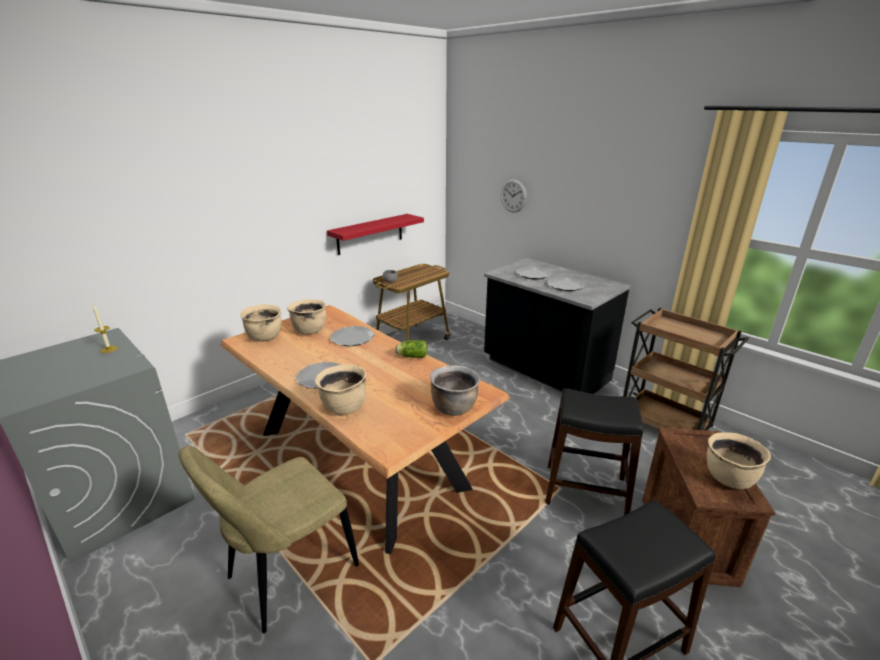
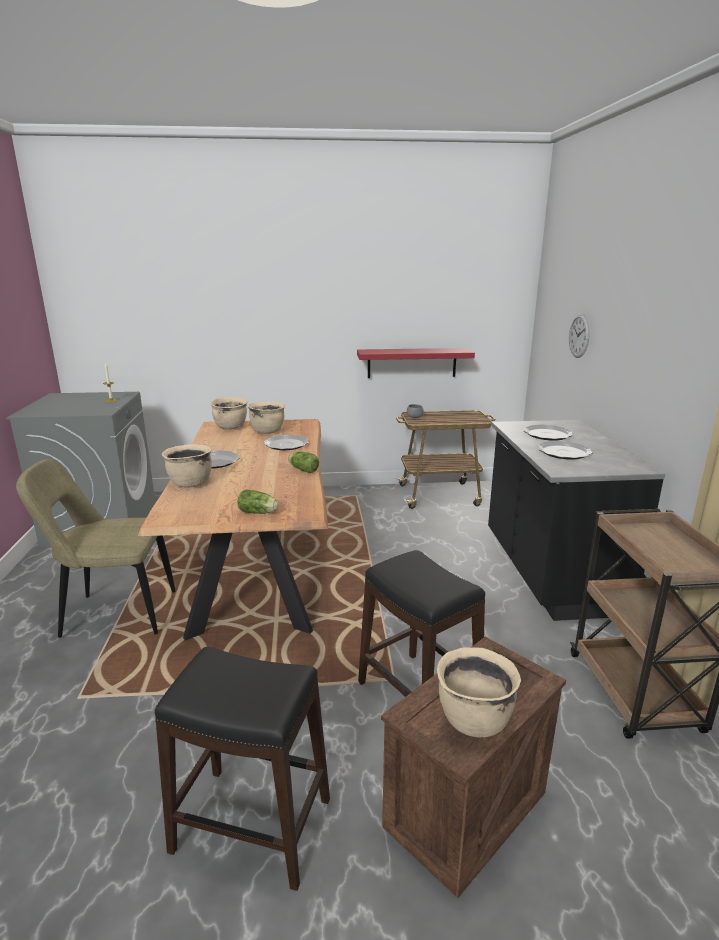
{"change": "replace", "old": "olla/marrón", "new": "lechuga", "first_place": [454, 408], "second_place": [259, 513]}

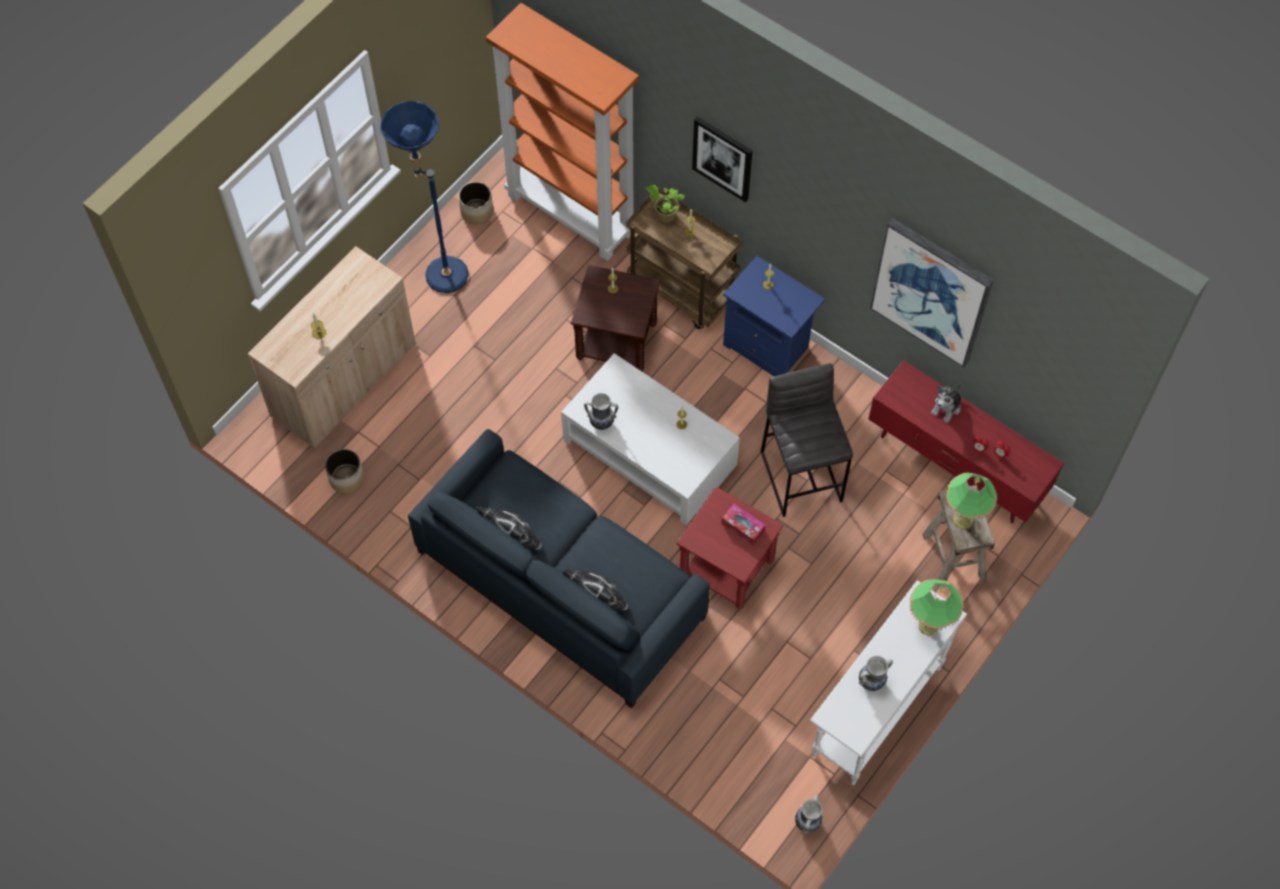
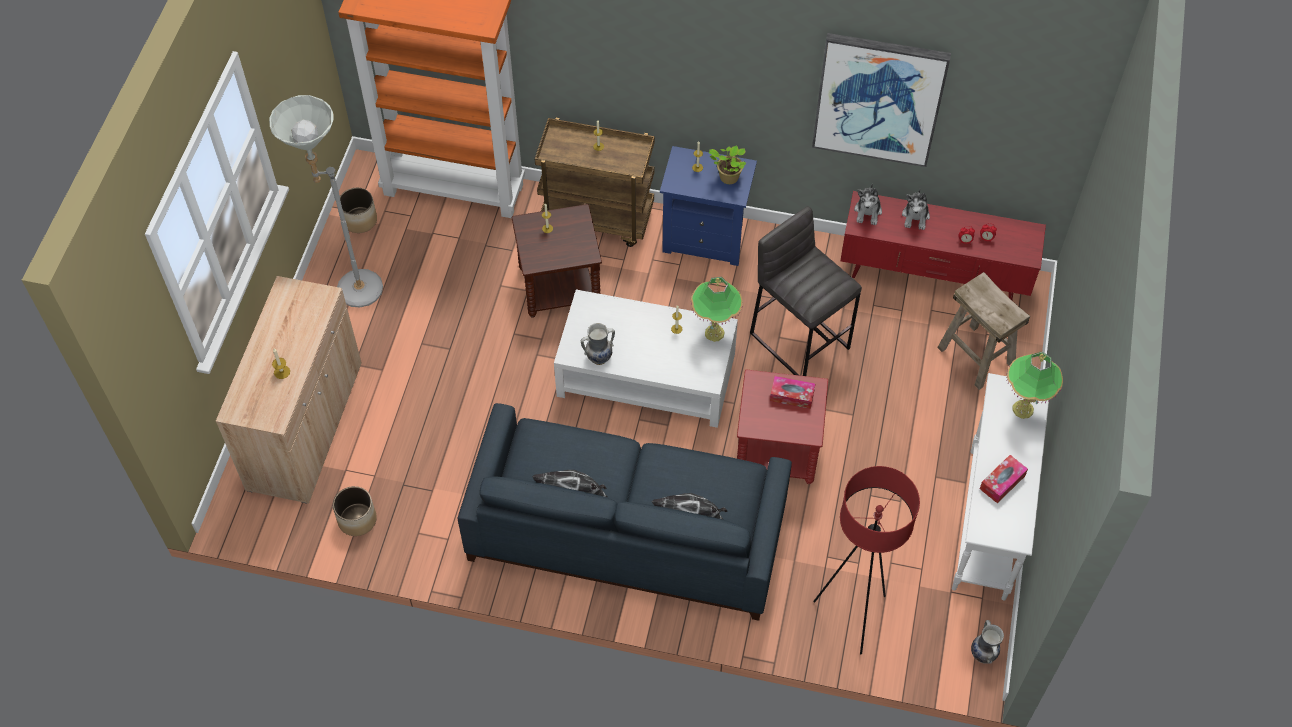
{"change": "recolor", "old": "lámpara de pie/azul", "new": "lámpara de pie/gris", "first_place": [438, 272], "second_place": [349, 289]}
{"change": "move", "old": "planta en maceta", "first_place": [665, 215], "second_place": [727, 177]}
{"change": "delete", "old": "cuadro", "first_place": [723, 158]}
{"change": "replace", "old": "florero", "new": "caja de pañuelos", "first_place": [871, 682], "second_place": [1002, 482]}
{"change": "move", "old": "lámpara de mesa", "first_place": [963, 519], "second_place": [714, 333]}
{"change": "insert", "new": "lámpara de pie/rojo", "second_place": [852, 616]}
{"change": "insert", "new": "peluche", "second_place": [868, 212]}

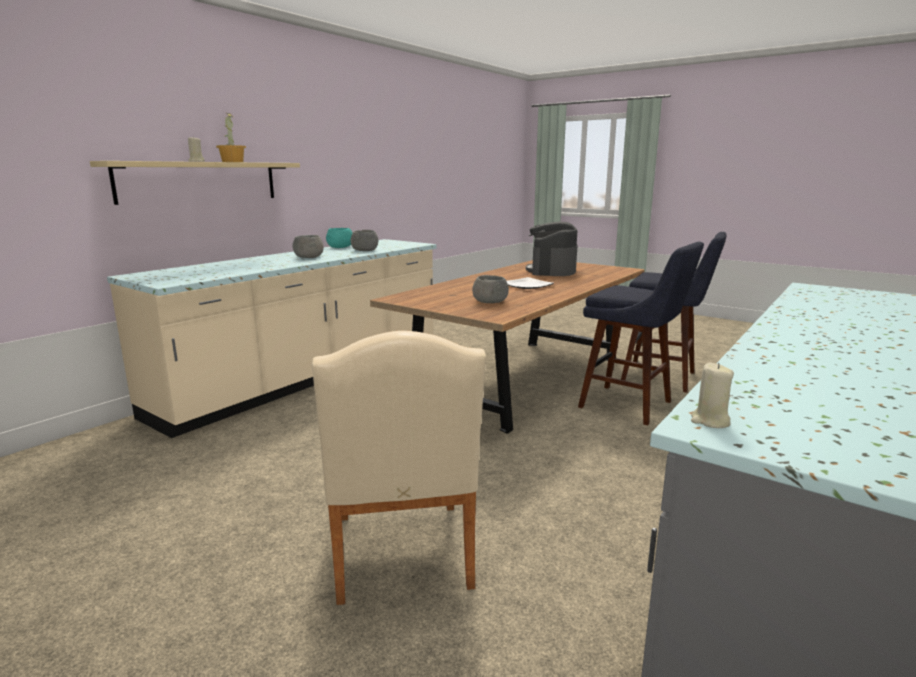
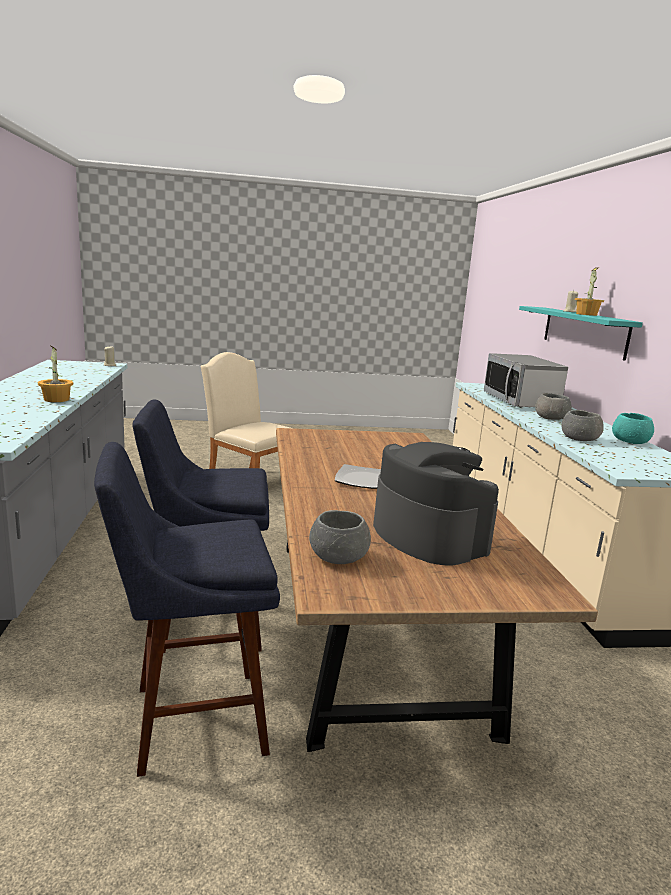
{"change": "recolor", "old": "estante/beis", "new": "estante/turquesa", "first_place": [200, 181], "second_place": [583, 331]}
{"change": "move", "old": "cuenco/gris", "first_place": [490, 301], "second_place": [339, 557]}
{"change": "insert", "new": "planta en maceta", "second_place": [56, 399]}
{"change": "insert", "new": "microondas", "second_place": [520, 402]}

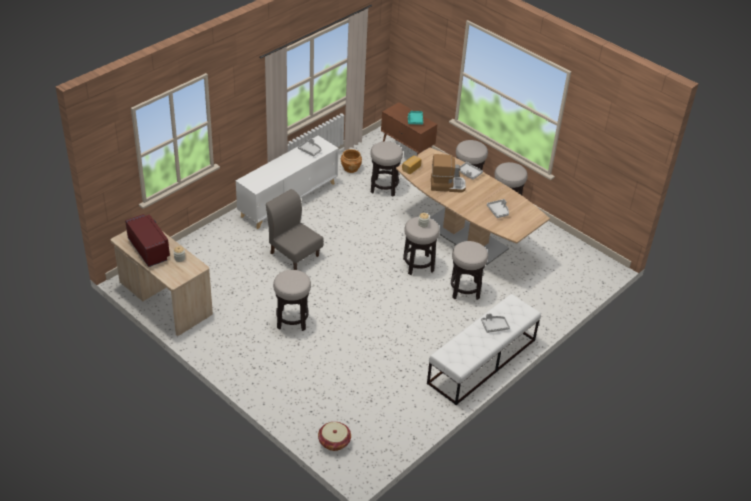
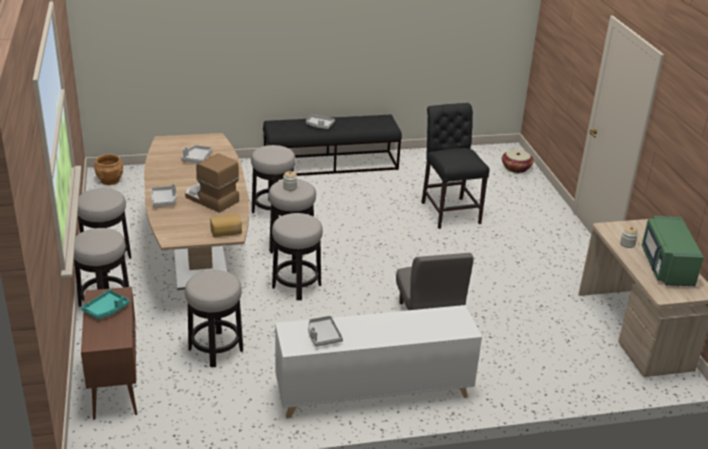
{"change": "recolor", "old": "microondas/rojo", "new": "microondas/verde", "first_place": [149, 249], "second_place": [666, 266]}
{"change": "move", "old": "taburete", "first_place": [292, 320], "second_place": [296, 286]}
{"change": "move", "old": "maceta/marrón", "first_place": [350, 168], "second_place": [110, 180]}
{"change": "recolor", "old": "banco/blanco", "new": "banco/negro", "first_place": [481, 361], "second_place": [331, 164]}
{"change": "insert", "new": "silla/negro", "second_place": [449, 211]}

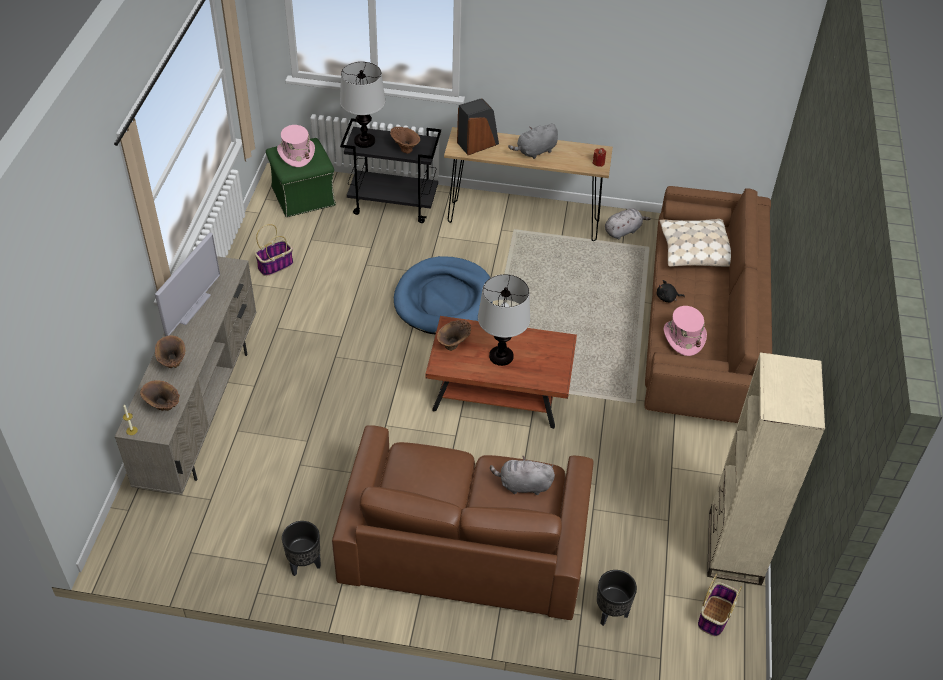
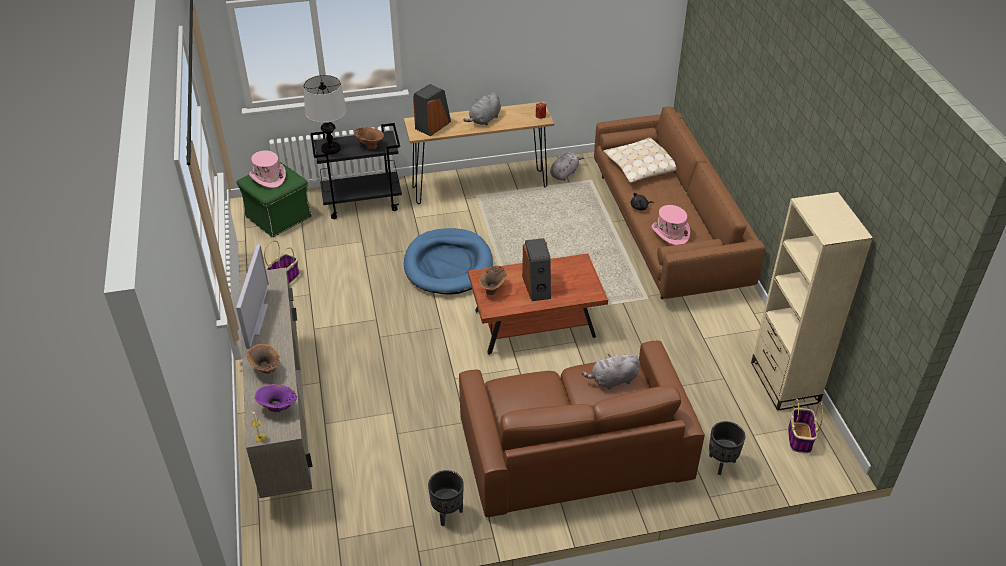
{"change": "recolor", "old": "florero/marrón", "new": "florero/morado", "first_place": [163, 408], "second_place": [278, 409]}
{"change": "replace", "old": "lámpara de mesa", "new": "altavoz", "first_place": [501, 356], "second_place": [537, 287]}

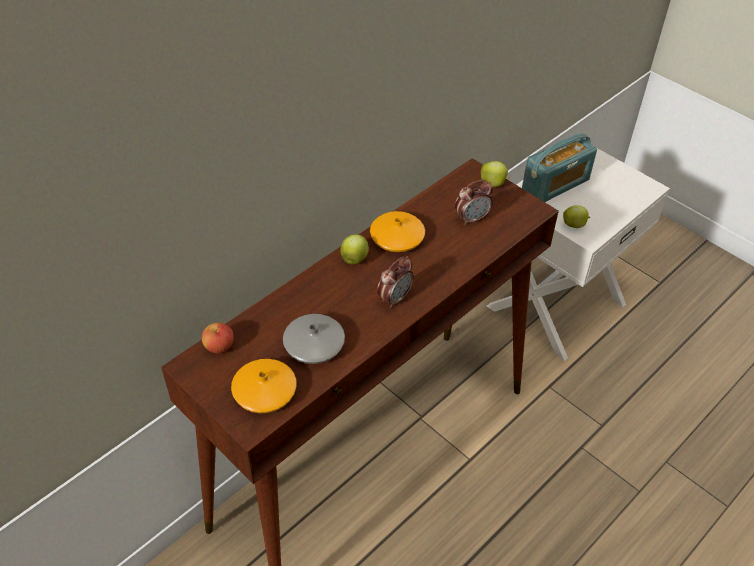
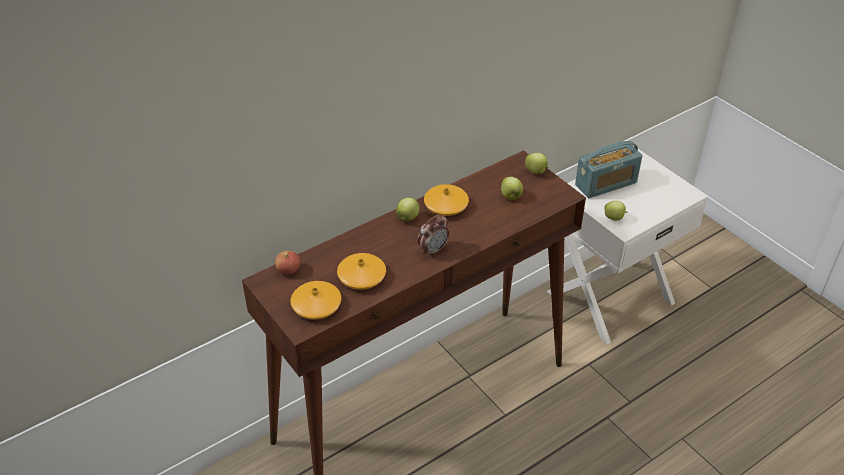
{"change": "recolor", "old": "florero/gris", "new": "florero/naranja", "first_place": [314, 344], "second_place": [362, 276]}
{"change": "replace", "old": "despertador", "new": "manzana", "first_place": [472, 219], "second_place": [511, 197]}

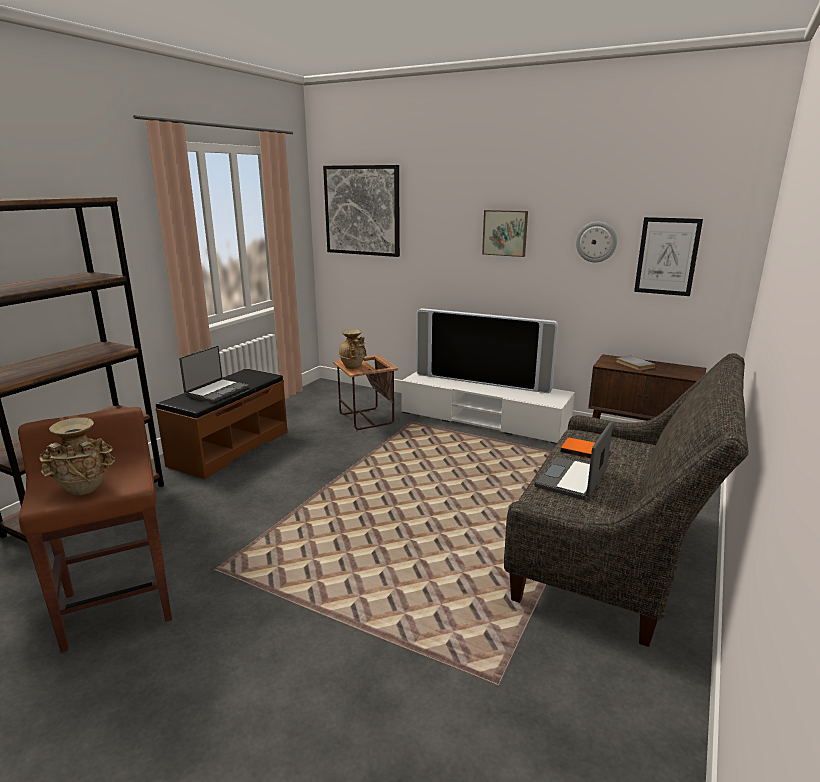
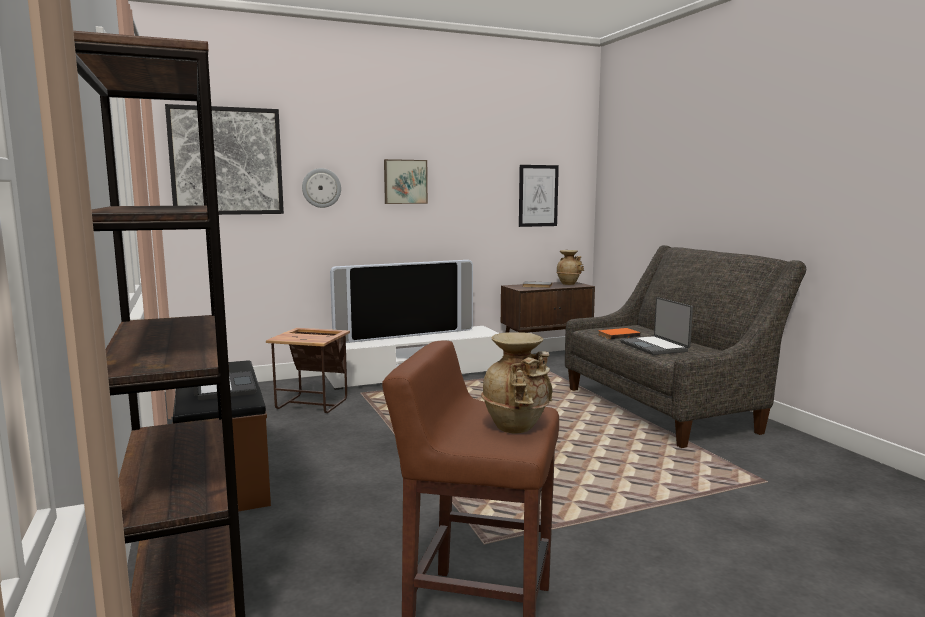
{"change": "move", "old": "florero/beis", "first_place": [353, 366], "second_place": [568, 283]}
{"change": "move", "old": "reloj de pared", "first_place": [596, 242], "second_place": [321, 188]}

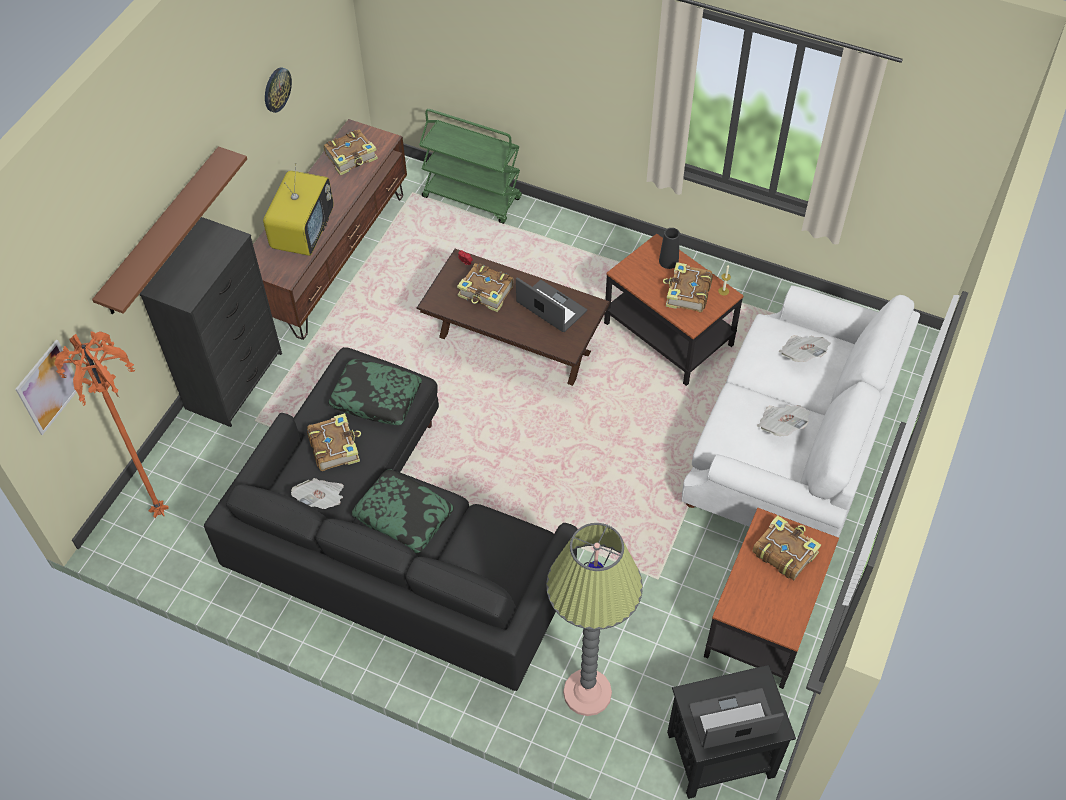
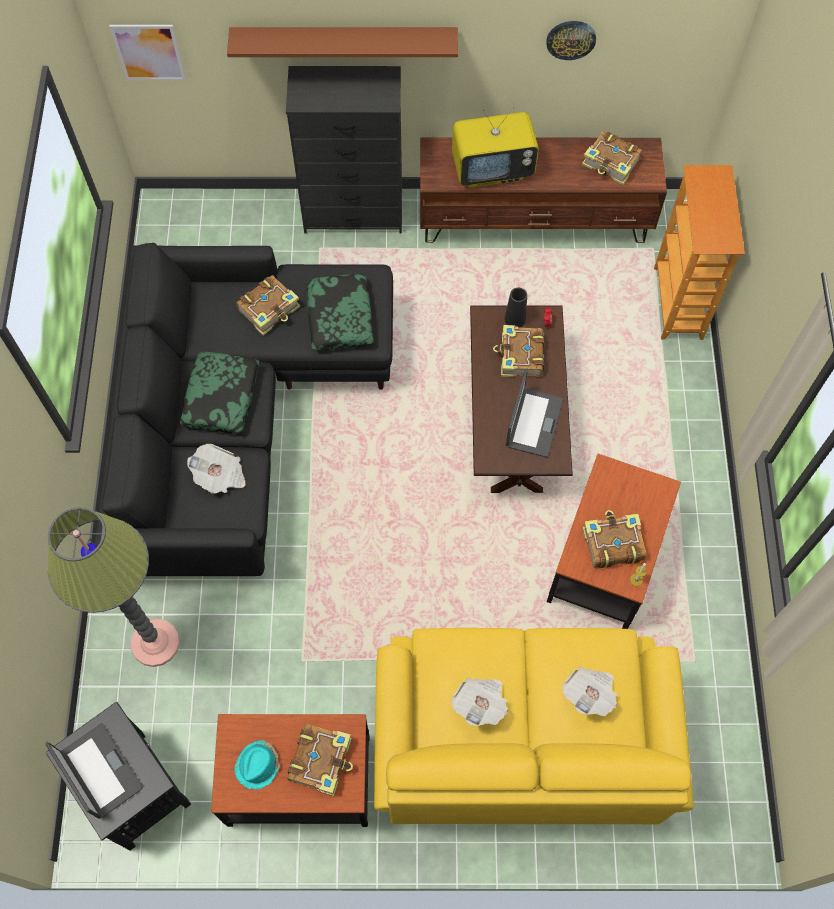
{"change": "delete", "old": "lámpara de pie/naranja", "first_place": [161, 510]}
{"change": "move", "old": "periódico", "first_place": [321, 500], "second_place": [220, 476]}
{"change": "replace", "old": "carrito/verde", "new": "estantería", "first_place": [472, 198], "second_place": [679, 303]}
{"change": "move", "old": "florero/negro", "first_place": [668, 261], "second_place": [515, 319]}
{"change": "recolor", "old": "sofá/blanco", "new": "sofá/amarillo", "first_place": [790, 447], "second_place": [520, 737]}
{"change": "insert", "new": "sombrero/turquesa", "second_place": [258, 766]}

